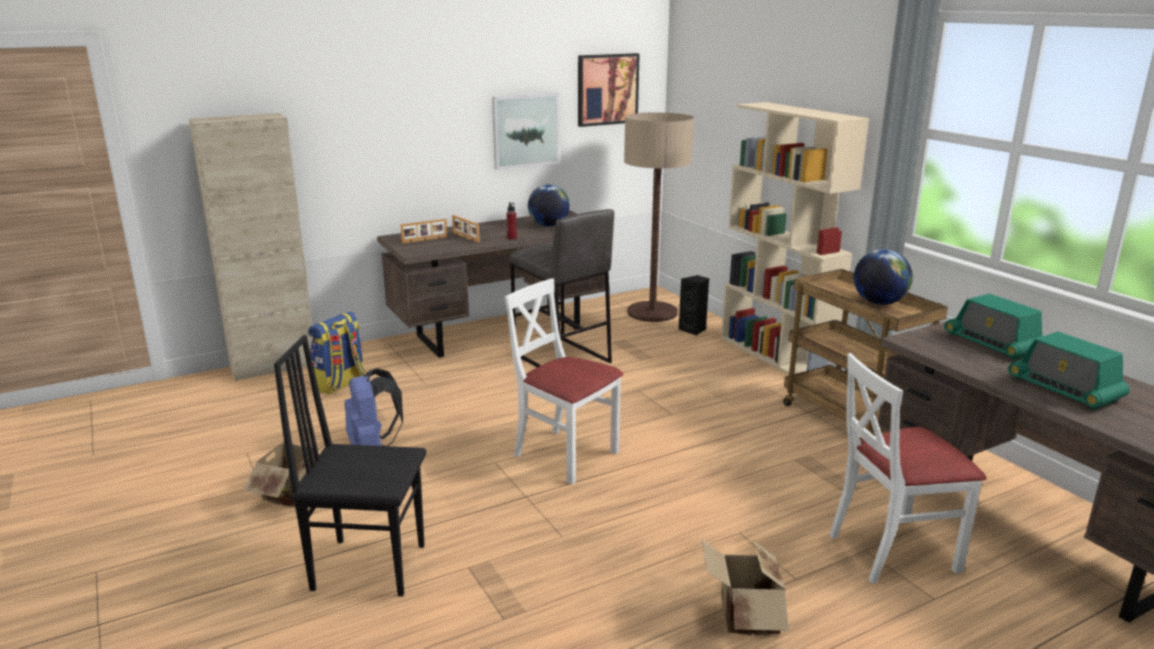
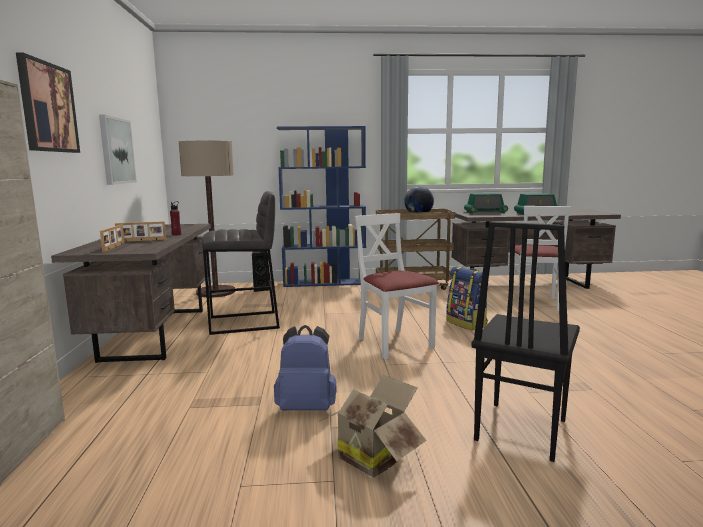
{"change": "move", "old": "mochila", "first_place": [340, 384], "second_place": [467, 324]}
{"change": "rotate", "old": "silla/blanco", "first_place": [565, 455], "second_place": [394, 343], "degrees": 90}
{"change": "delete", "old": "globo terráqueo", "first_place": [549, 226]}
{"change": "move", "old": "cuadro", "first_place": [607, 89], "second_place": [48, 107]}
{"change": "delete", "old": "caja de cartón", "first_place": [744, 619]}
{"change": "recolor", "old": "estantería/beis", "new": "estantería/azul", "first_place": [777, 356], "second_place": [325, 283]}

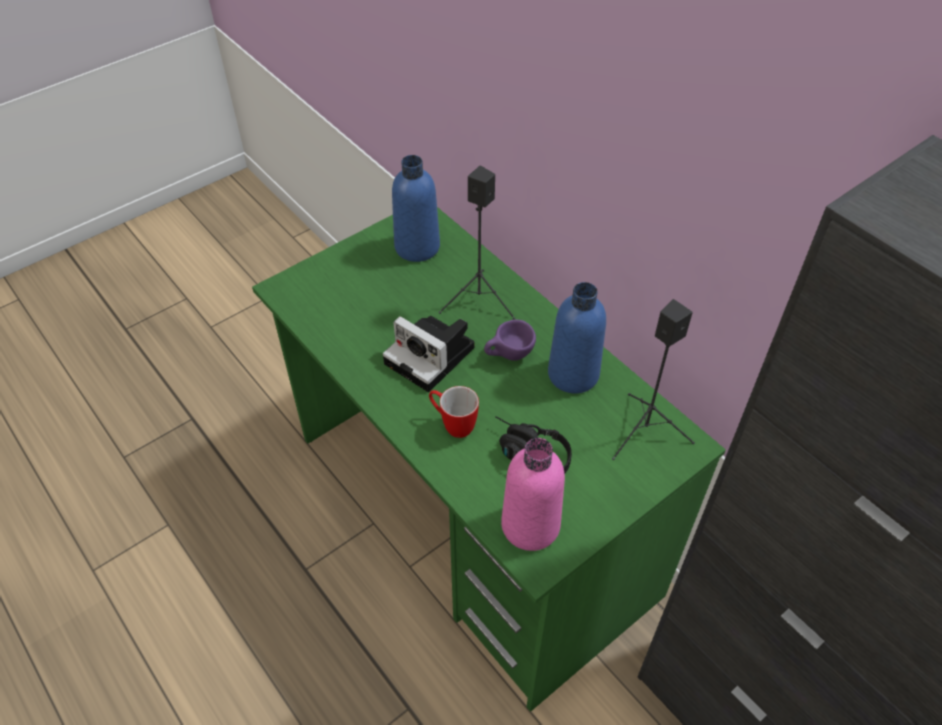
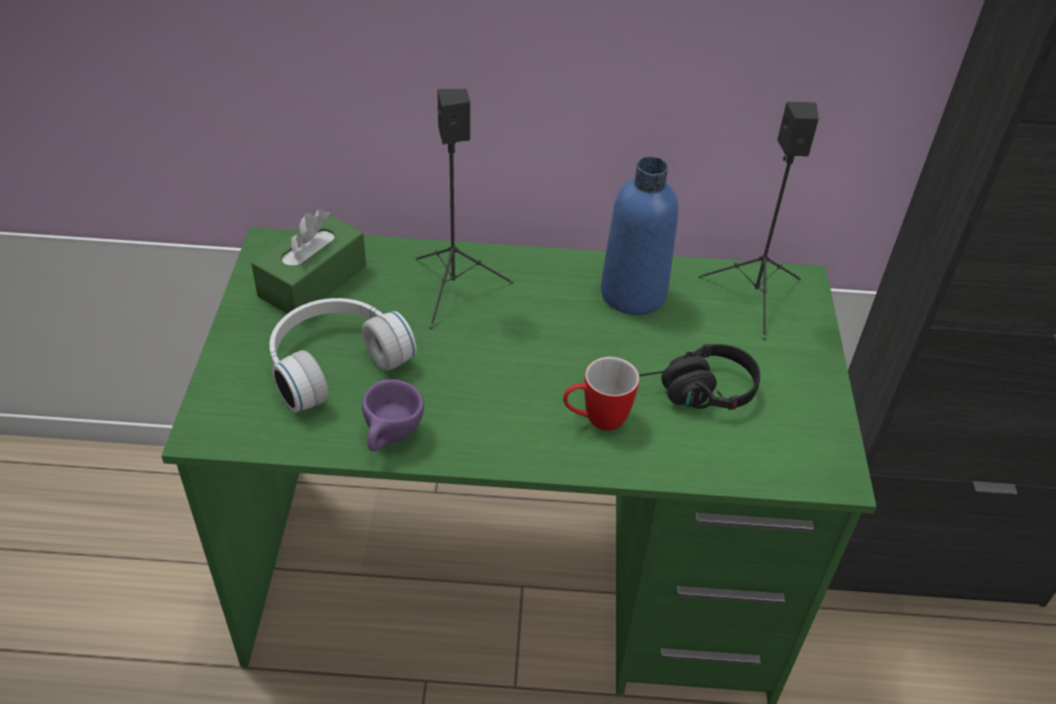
{"change": "delete", "old": "cámara", "first_place": [433, 356]}
{"change": "replace", "old": "botella/azul", "new": "caja de pañuelos/verde", "first_place": [417, 247], "second_place": [313, 281]}
{"change": "move", "old": "taza/morado", "first_place": [508, 357], "second_place": [391, 439]}
{"change": "delete", "old": "botella/rosa", "first_place": [530, 525]}
{"change": "insert", "new": "auriculares/blanco", "second_place": [333, 362]}

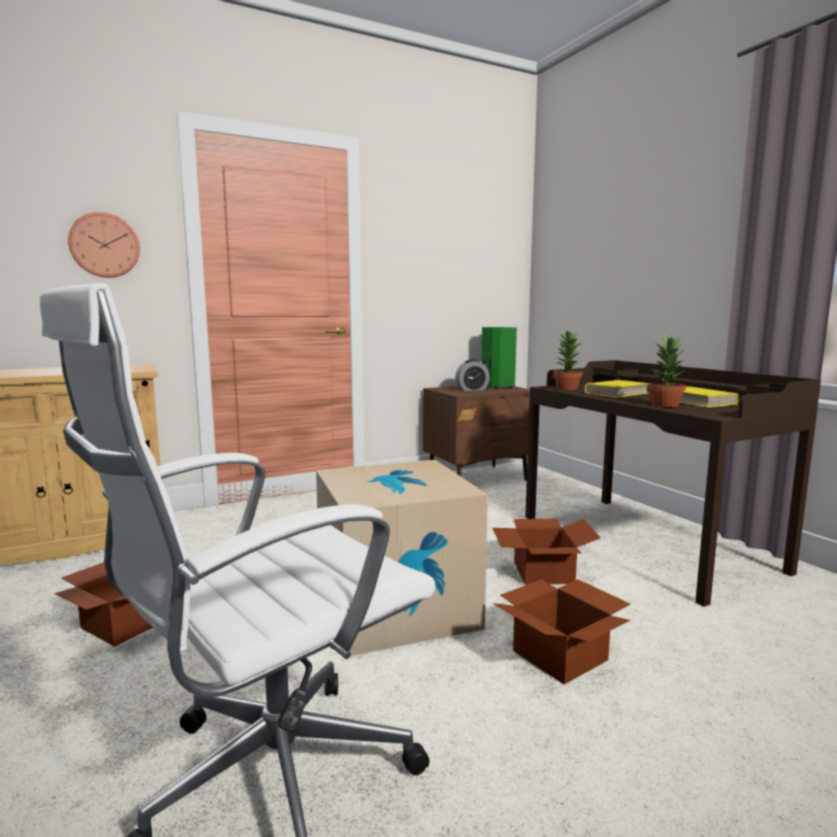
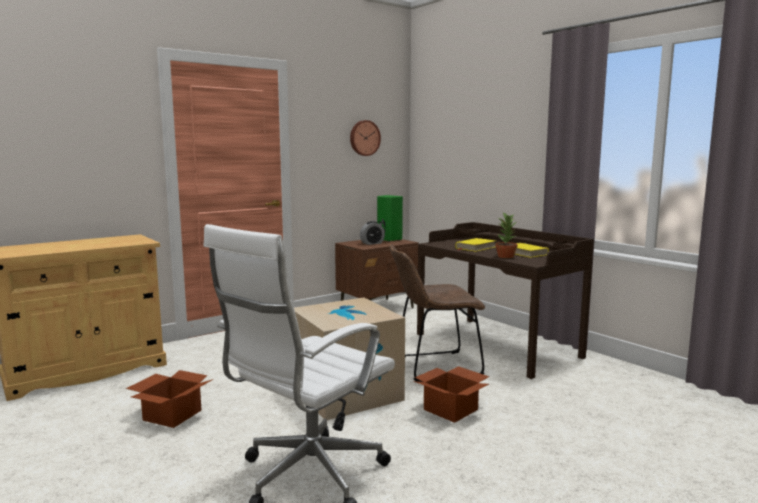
{"change": "move", "old": "reloj de pared", "first_place": [105, 245], "second_place": [364, 138]}
{"change": "replace", "old": "caja de cartón", "new": "silla/marrón", "first_place": [541, 572], "second_place": [433, 367]}
{"change": "delete", "old": "planta en maceta", "first_place": [566, 388]}

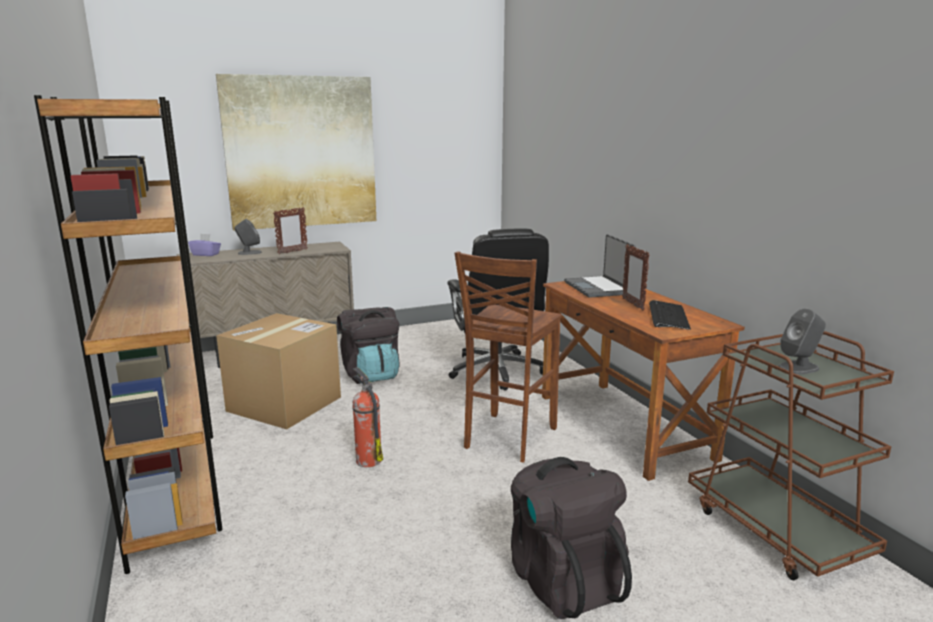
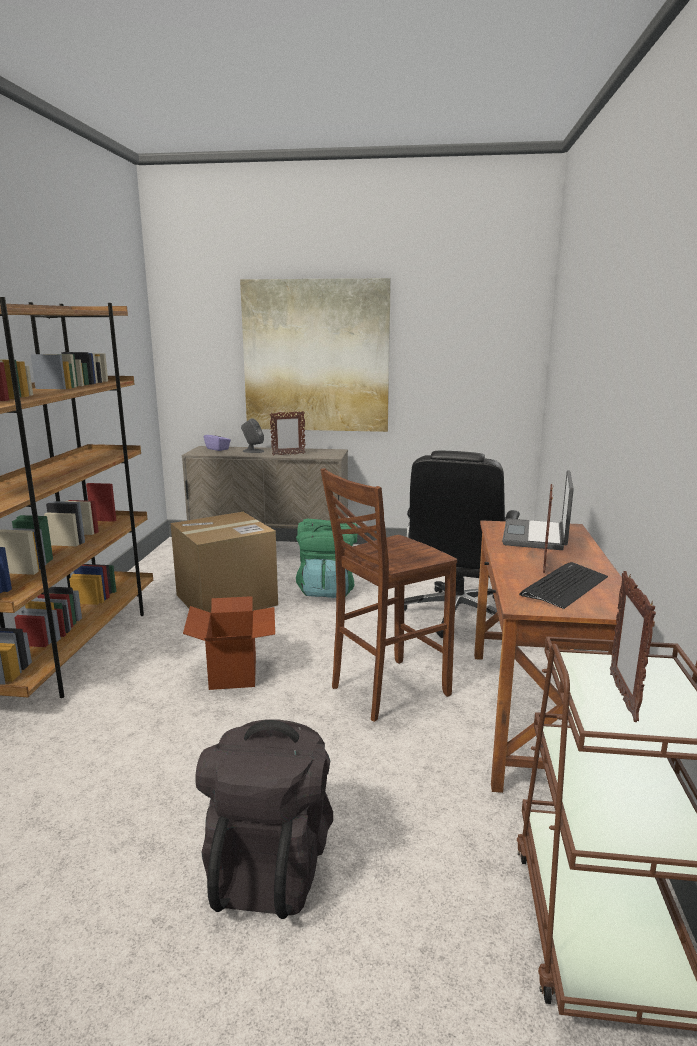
{"change": "recolor", "old": "mochila/negro", "new": "mochila/verde", "first_place": [371, 375], "second_place": [327, 590]}
{"change": "replace", "old": "extintor", "new": "caja de cartón", "first_place": [368, 460], "second_place": [234, 672]}
{"change": "replace", "old": "altavoz/gris", "new": "portarretratos", "first_place": [798, 368], "second_place": [623, 696]}

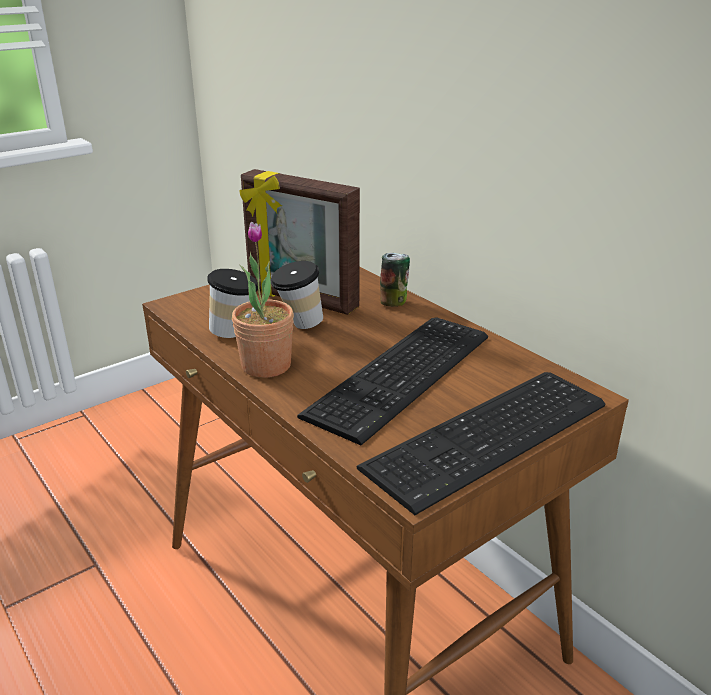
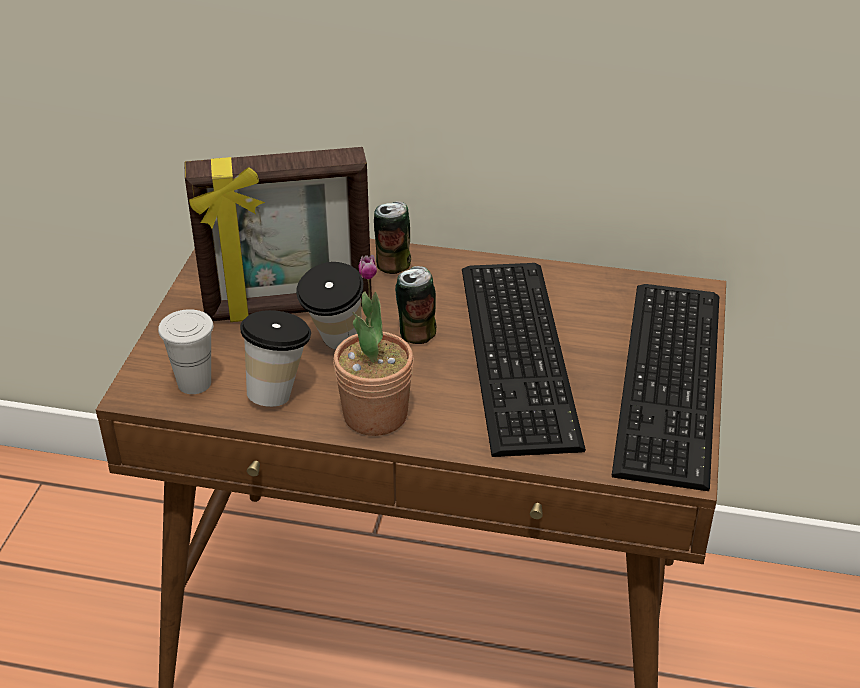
{"change": "insert", "new": "taza/blanco", "second_place": [194, 383]}
{"change": "insert", "new": "lata", "second_place": [416, 333]}

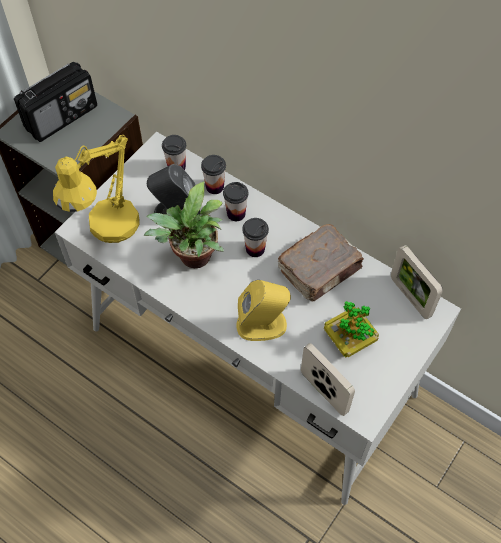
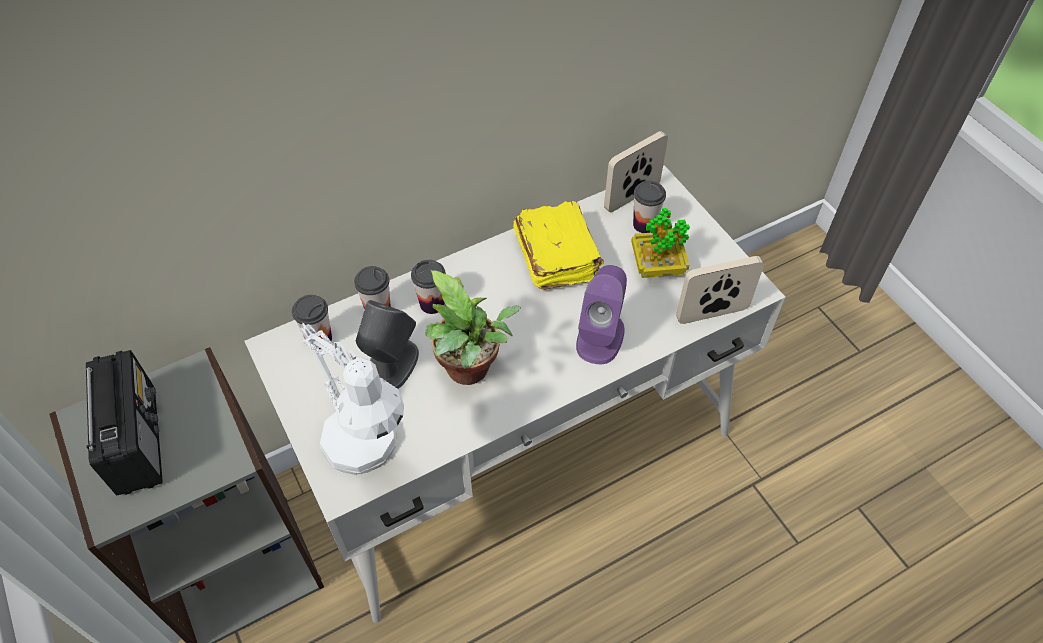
{"change": "recolor", "old": "lámpara de mesa/amarillo", "new": "lámpara de mesa/blanco", "first_place": [108, 230], "second_place": [368, 452]}
{"change": "recolor", "old": "altavoz/amarillo", "new": "altavoz/morado", "first_place": [262, 324], "second_place": [600, 336]}
{"change": "move", "old": "taza", "first_place": [255, 249], "second_place": [644, 224]}
{"change": "recolor", "old": "libro/marrón", "new": "libro/amarillo", "first_place": [320, 269], "second_place": [556, 256]}
{"change": "rotate", "old": "portarretratos", "first_place": [410, 297], "second_place": [631, 197], "degrees": 150}

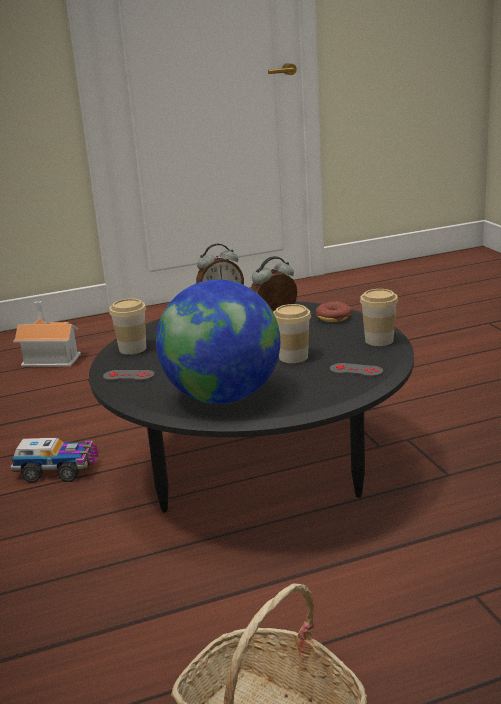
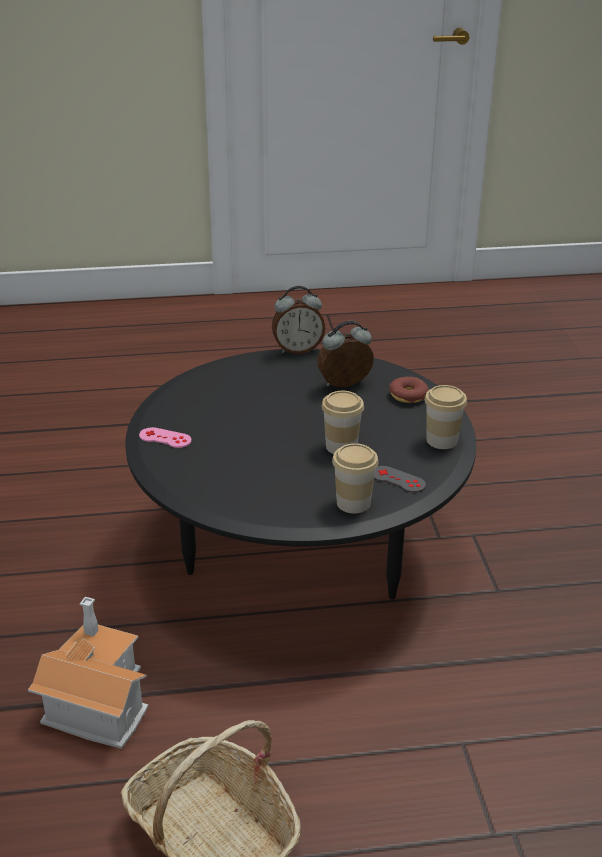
{"change": "delete", "old": "camión de juguete", "first_place": [58, 471]}
{"change": "move", "old": "casita", "first_place": [50, 355], "second_place": [96, 699]}
{"change": "recolor", "old": "mando de consola/gris", "new": "mando de consola/rosa", "first_place": [128, 376], "second_place": [165, 438]}
{"change": "move", "old": "taza", "first_place": [132, 349], "second_place": [353, 503]}
{"change": "delete", "old": "globo terráqueo", "first_place": [223, 397]}

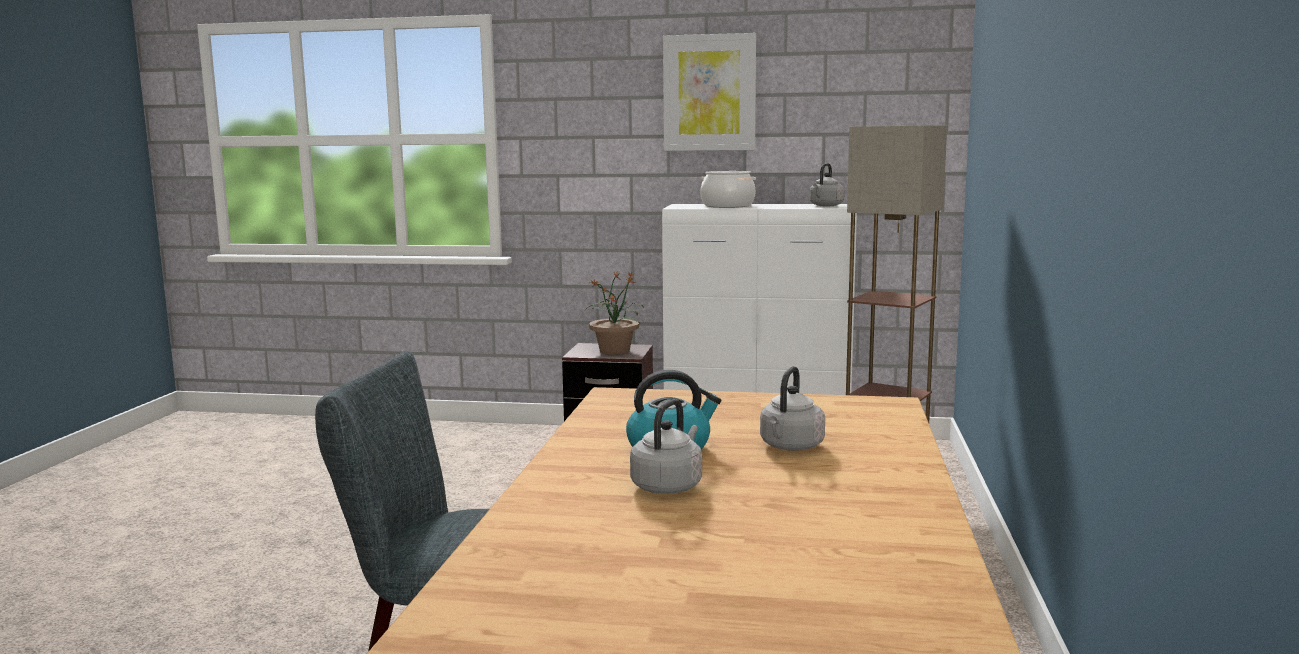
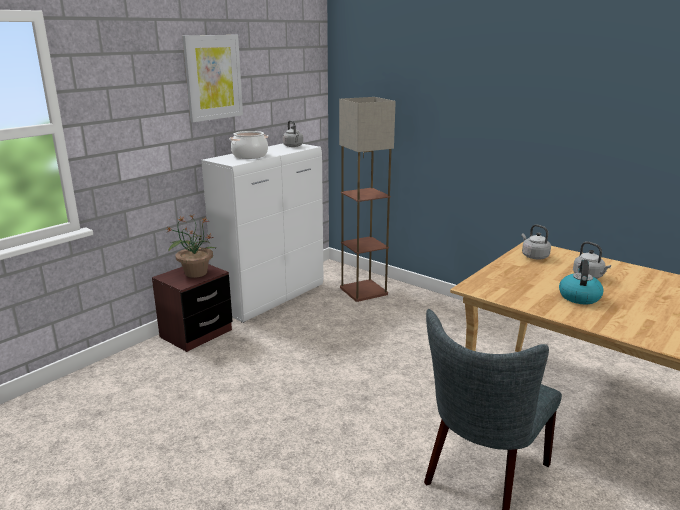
{"change": "move", "old": "hervidor/gris", "first_place": [668, 486], "second_place": [533, 256]}

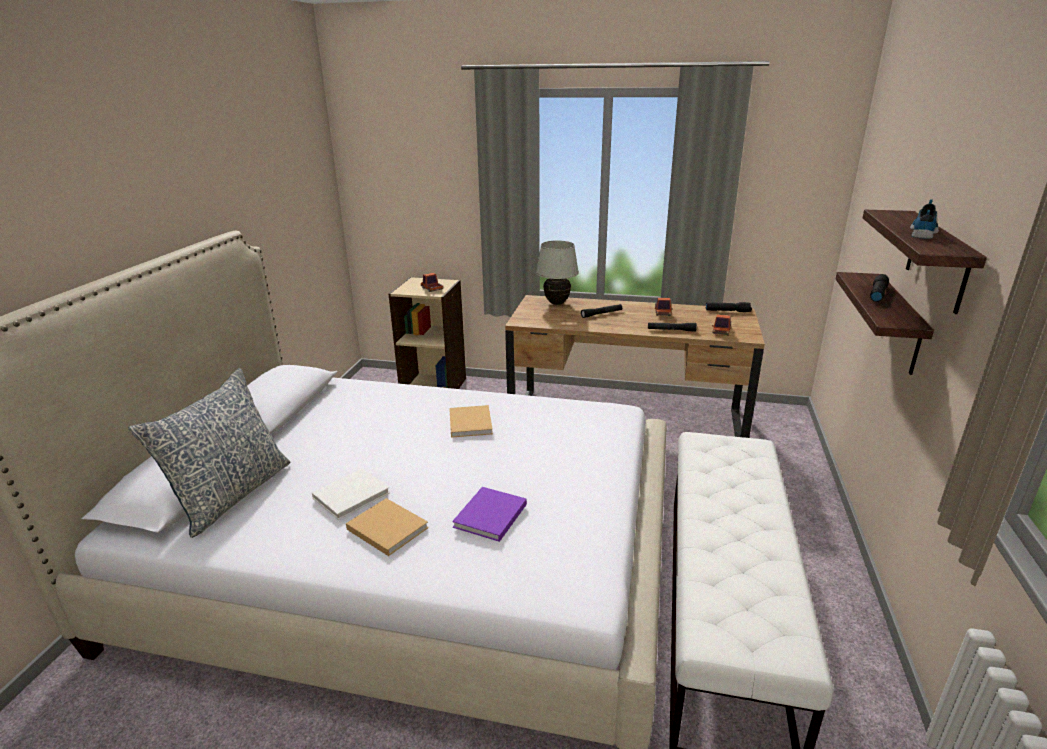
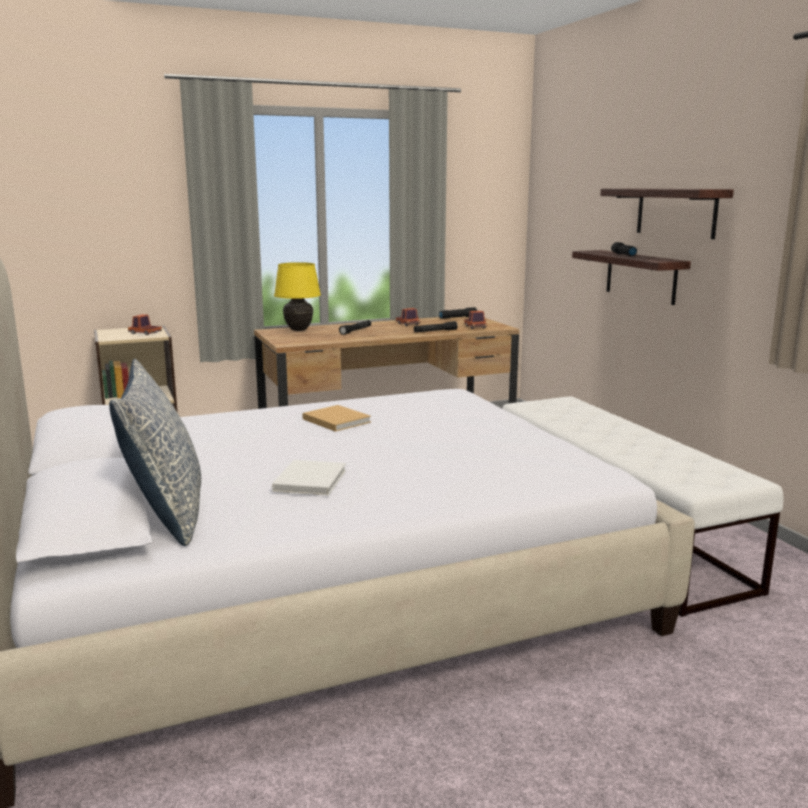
{"change": "delete", "old": "libro/beis", "first_place": [386, 527]}
{"change": "delete", "old": "libro/morado", "first_place": [489, 517]}
{"change": "recolor", "old": "lámpara de mesa/blanco", "new": "lámpara de mesa/amarillo", "first_place": [557, 303], "second_place": [299, 330]}
{"change": "delete", "old": "zapato", "first_place": [923, 232]}

